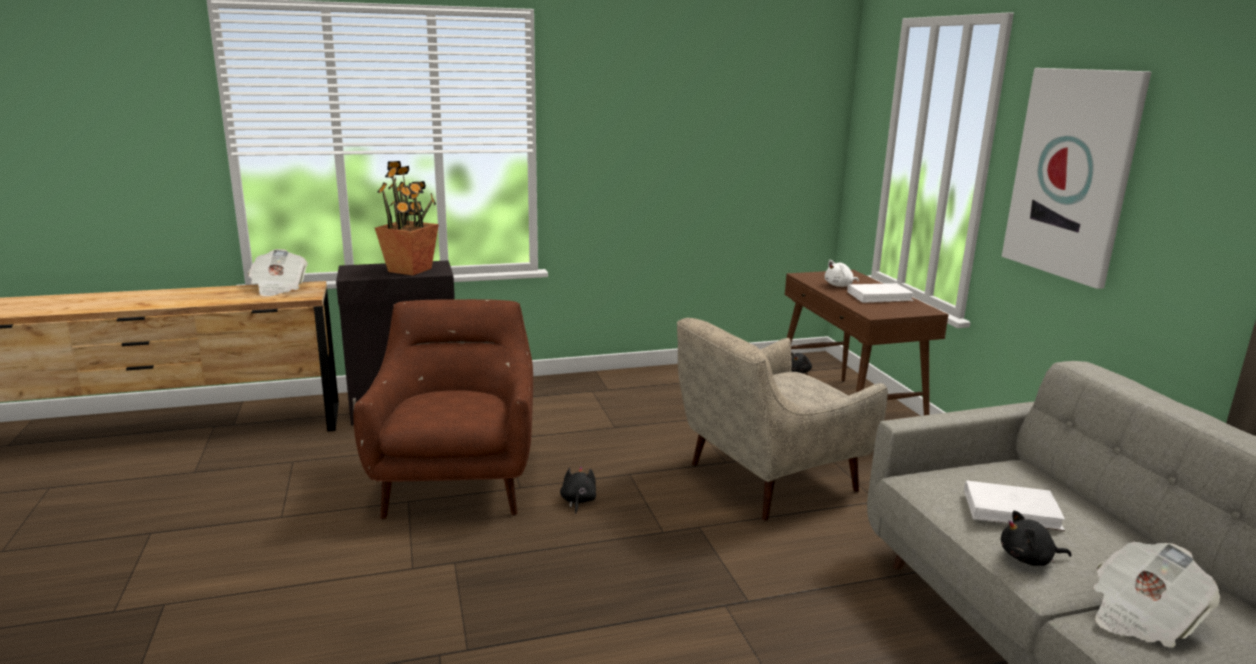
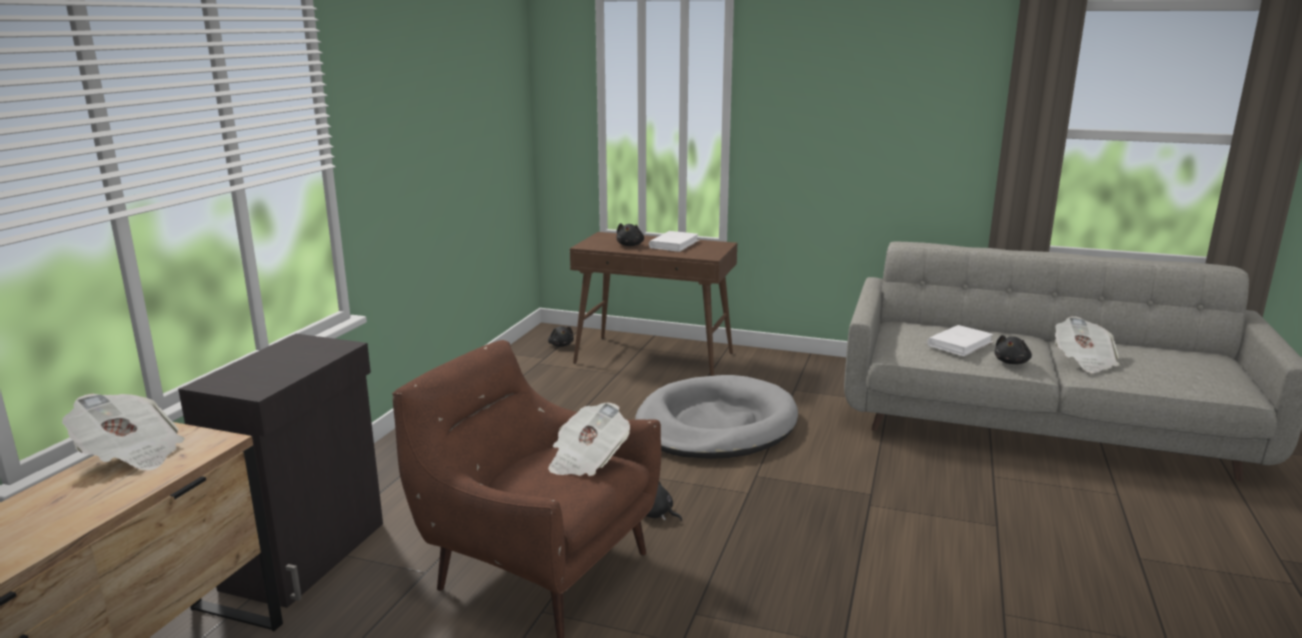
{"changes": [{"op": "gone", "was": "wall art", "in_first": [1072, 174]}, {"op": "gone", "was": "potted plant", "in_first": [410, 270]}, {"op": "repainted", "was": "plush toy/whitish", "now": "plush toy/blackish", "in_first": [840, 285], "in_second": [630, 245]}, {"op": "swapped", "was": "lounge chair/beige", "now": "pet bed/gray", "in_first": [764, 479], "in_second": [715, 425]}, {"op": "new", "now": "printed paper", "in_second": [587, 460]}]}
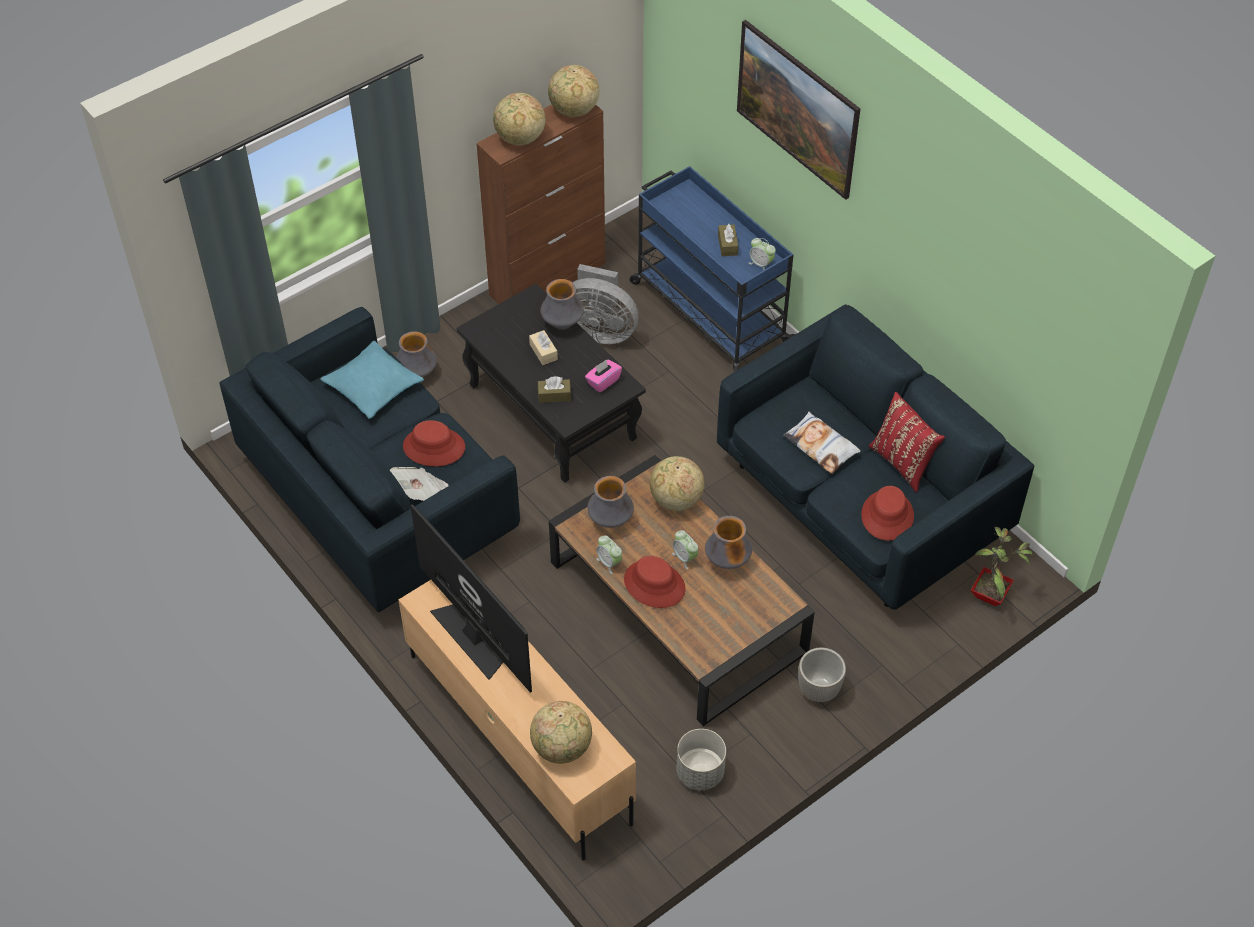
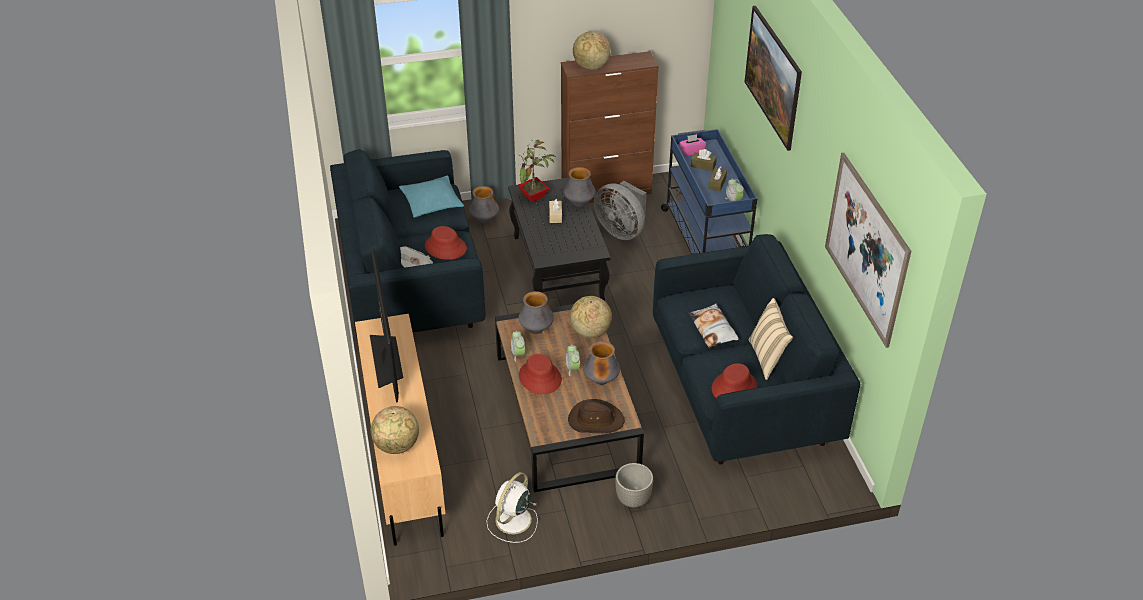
{"changes": [{"op": "gone", "was": "desk globe", "in_first": [574, 110]}, {"op": "shifted", "was": "tissue box/pinkish", "in_first": [603, 381], "in_second": [691, 151]}, {"op": "shifted", "was": "tissue box/brown-coloured", "in_first": [554, 395], "in_second": [703, 165]}, {"op": "repainted", "was": "throw pillow/reddish", "now": "throw pillow/beige", "in_first": [902, 462], "in_second": [768, 358]}, {"op": "shifted", "was": "potted plant", "in_first": [991, 596], "in_second": [534, 197]}, {"op": "swapped", "was": "planter/gray", "now": "electric fan/whitish", "in_first": [700, 772], "in_second": [512, 521]}, {"op": "new", "now": "wall art", "in_second": [866, 248]}, {"op": "new", "now": "hat/brown-coloured", "in_second": [595, 420]}]}
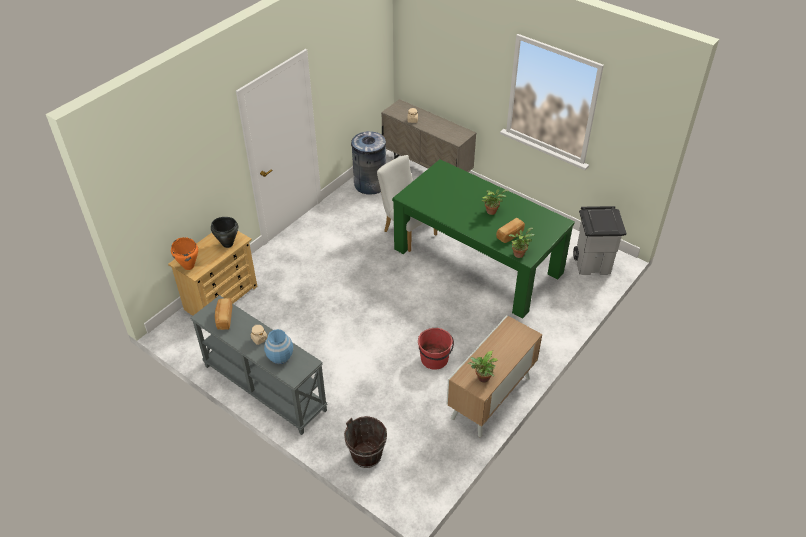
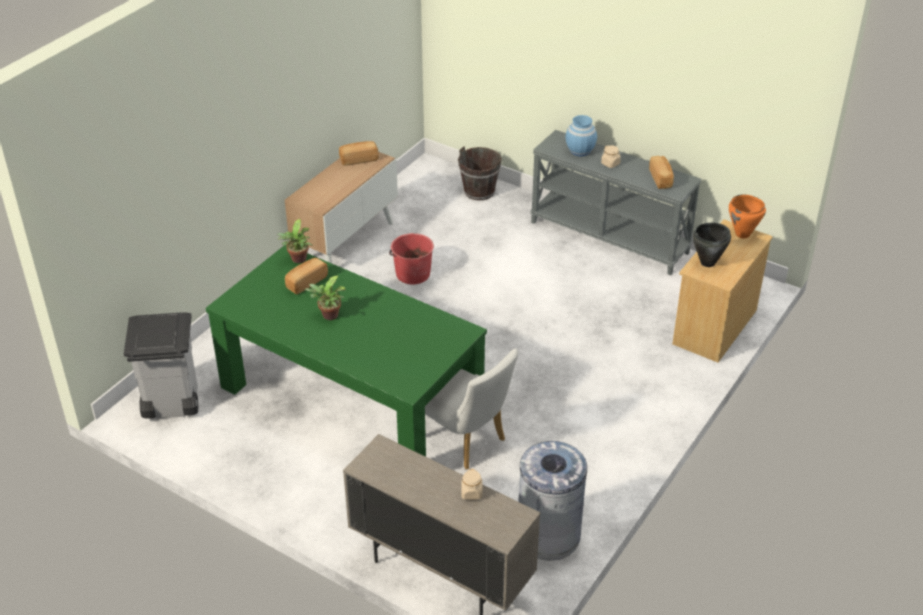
{"changes": [{"op": "swapped", "was": "potted plant", "now": "bread", "in_first": [482, 379], "in_second": [358, 159]}]}
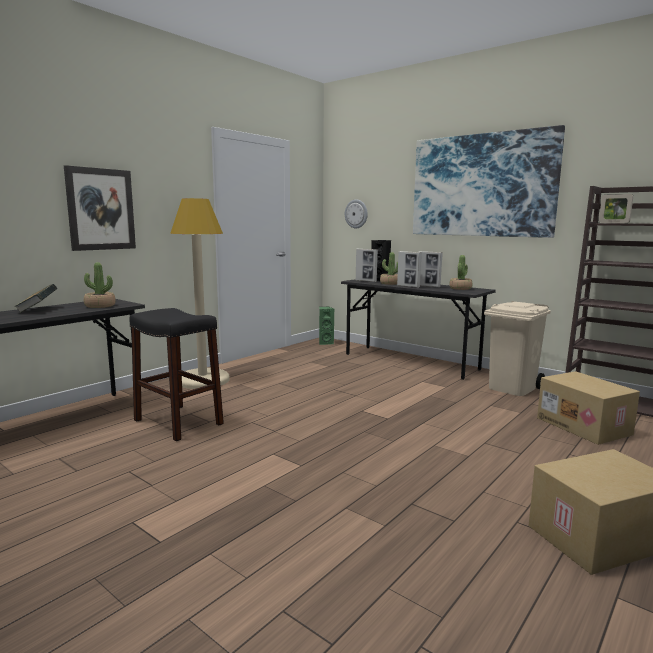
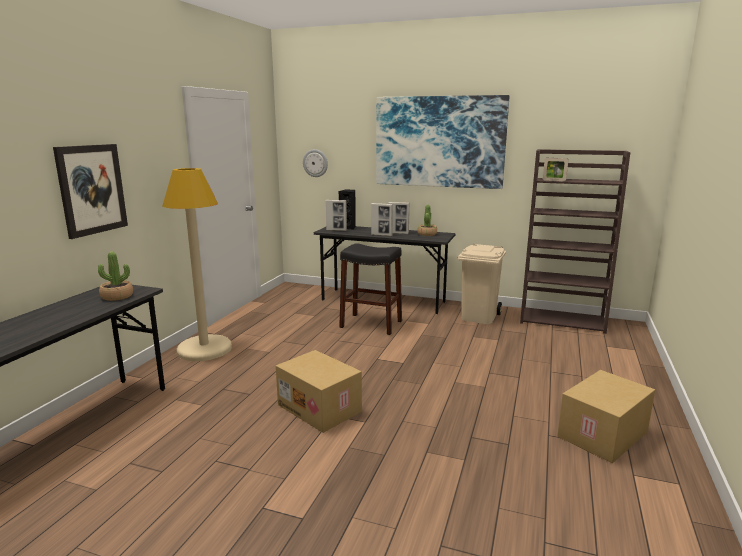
{"changes": [{"op": "gone", "was": "potted plant", "in_first": [390, 283]}, {"op": "gone", "was": "bound book", "in_first": [37, 310]}, {"op": "gone", "was": "loudspeaker/greenish", "in_first": [325, 343]}, {"op": "shifted", "was": "sitting stool/blackish", "in_first": [178, 422], "in_second": [371, 324]}, {"op": "shifted", "was": "cardboard box", "in_first": [584, 426], "in_second": [320, 408]}]}
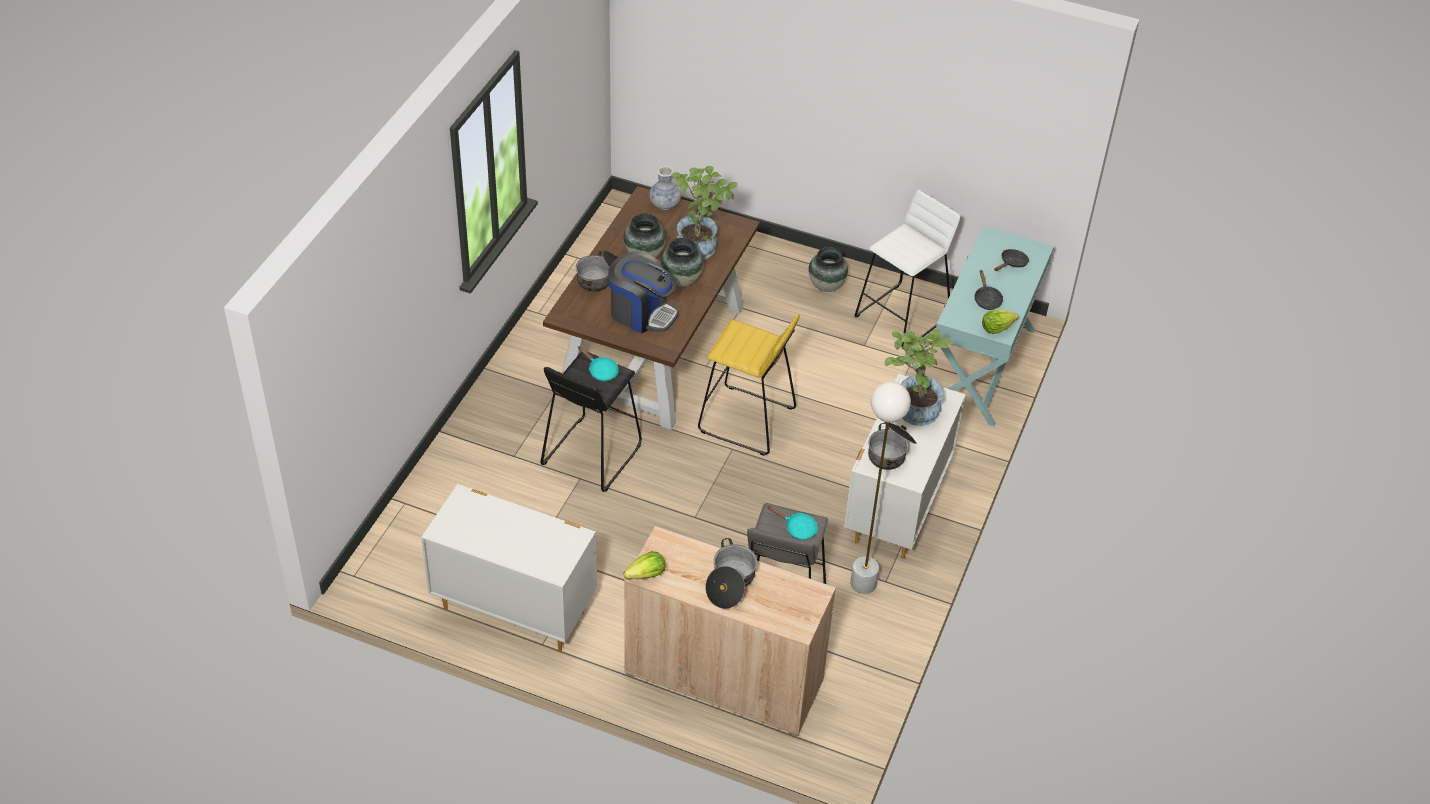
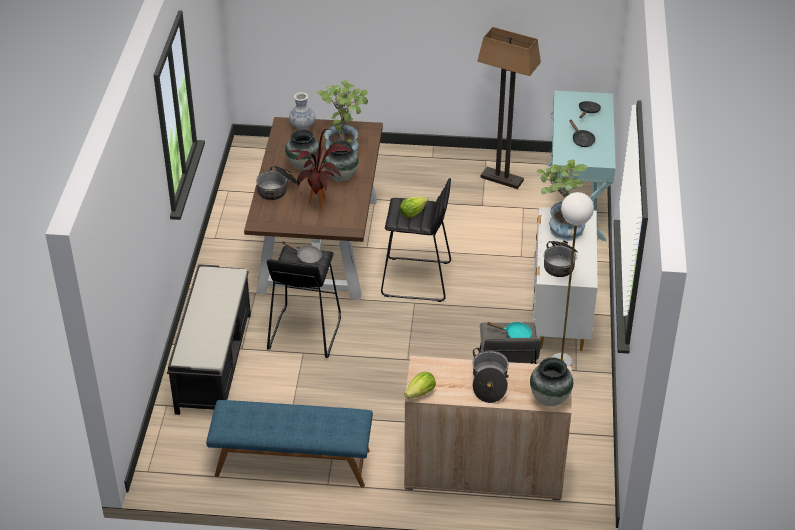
{"changes": [{"op": "swapped", "was": "sitting stool/whitish", "now": "standard lamp", "in_first": [903, 317], "in_second": [502, 179]}, {"op": "shifted", "was": "decorative vase", "in_first": [826, 286], "in_second": [549, 398]}, {"op": "swapped", "was": "coffee machine", "now": "potted plant", "in_first": [642, 313], "in_second": [321, 207]}, {"op": "shifted", "was": "head of lettuce", "in_first": [996, 328], "in_second": [412, 213]}, {"op": "repainted", "was": "sitting stool/yellow", "now": "sitting stool/blackish", "in_first": [747, 421], "in_second": [417, 280]}, {"op": "repainted", "was": "skillet/turquoise", "now": "skillet/gray", "in_first": [601, 371], "in_second": [306, 257]}, {"op": "swapped", "was": "chest of drawers/whitish", "now": "indoor bench/blue", "in_first": [513, 609], "in_second": [292, 463]}, {"op": "new", "now": "indoor bench/blackish", "in_second": [214, 361]}]}
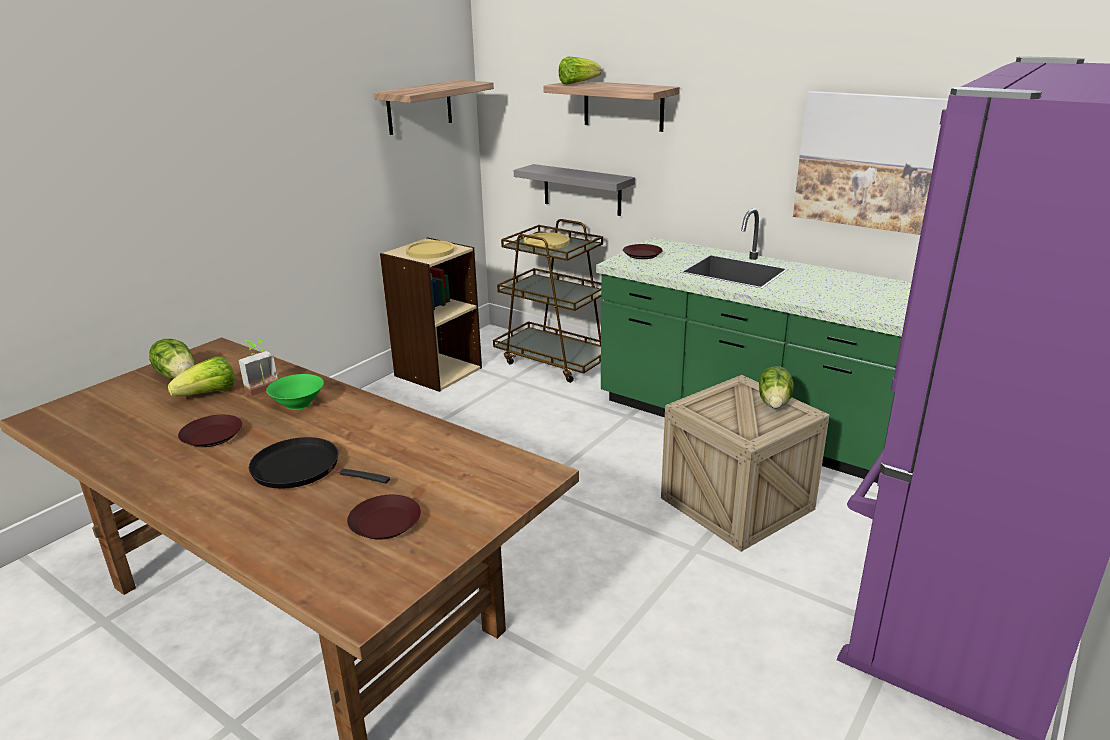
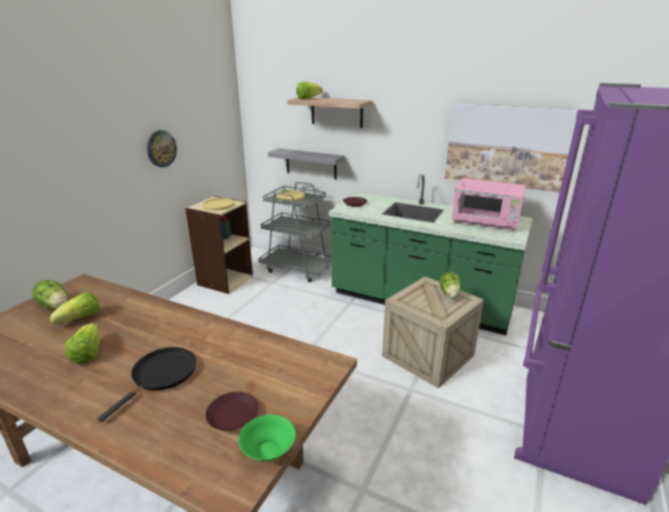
{"changes": [{"op": "gone", "was": "bracket shelf", "in_first": [419, 107]}, {"op": "repainted", "was": "trolley/brown-coloured", "now": "trolley/gray", "in_first": [555, 361], "in_second": [297, 268]}, {"op": "gone", "was": "potted plant", "in_first": [265, 391]}, {"op": "shifted", "was": "deep dish/greenish", "in_first": [298, 404], "in_second": [268, 451]}, {"op": "swapped", "was": "dinner plate/brown-coloured", "now": "head of lettuce", "in_first": [211, 436], "in_second": [88, 353]}, {"op": "rotated", "was": "skillet/blackish", "in_first": [302, 469], "in_second": [162, 375], "clockwise": 105}, {"op": "new", "now": "clock on the wall", "in_second": [161, 148]}, {"op": "new", "now": "kitchen microwave/pinkish", "in_second": [486, 222]}]}
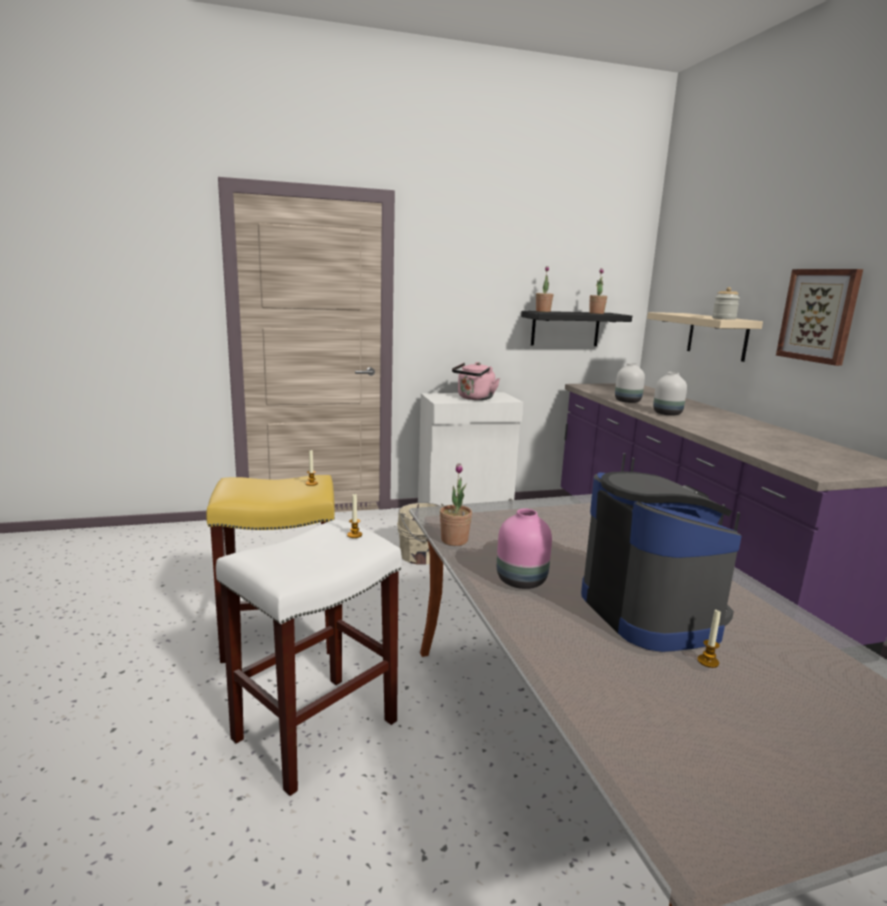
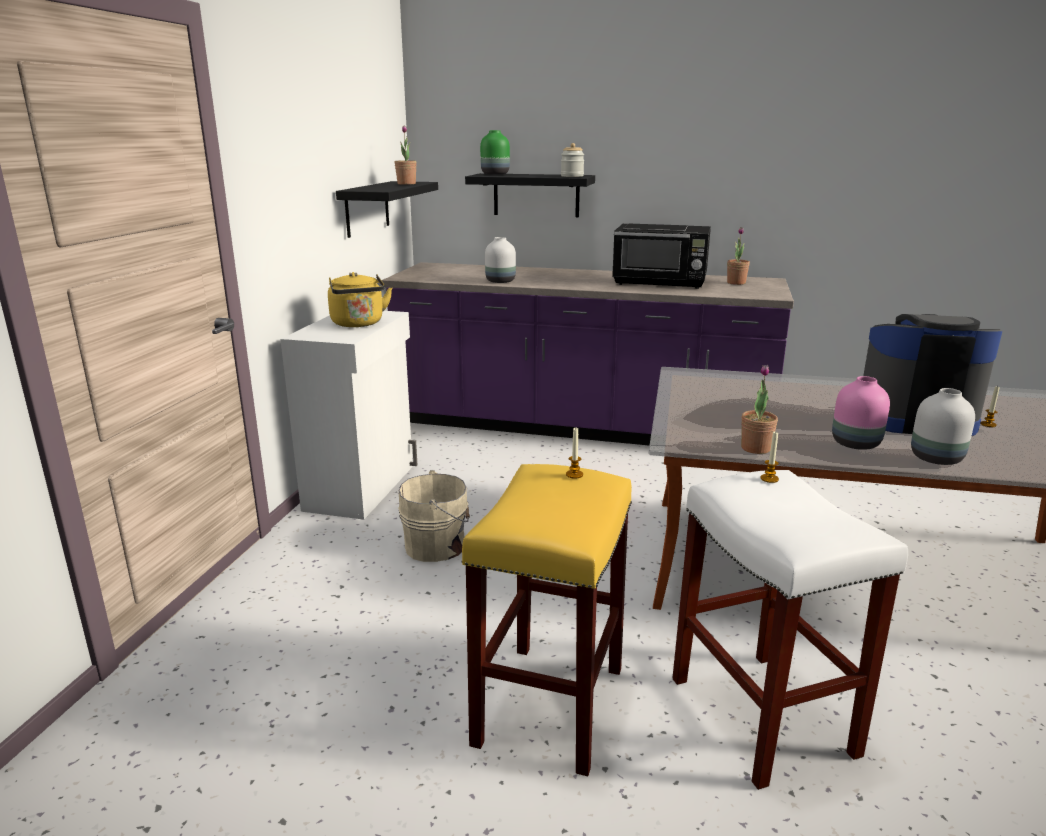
{"changes": [{"op": "shifted", "was": "potted plant", "in_first": [543, 311], "in_second": [736, 283]}, {"op": "gone", "was": "wall art", "in_first": [819, 315]}, {"op": "repainted", "was": "bracket shelf/beige", "now": "bracket shelf/blackish", "in_first": [717, 336], "in_second": [536, 195]}, {"op": "repainted", "was": "water kettle/pinkish", "now": "water kettle/yellow", "in_first": [474, 398], "in_second": [358, 324]}, {"op": "shifted", "was": "decorative vase/whitish", "in_first": [667, 413], "in_second": [935, 458]}, {"op": "new", "now": "decorative vase/greenish", "in_second": [494, 174]}, {"op": "new", "now": "kitchen microwave/blackish", "in_second": [661, 283]}]}
